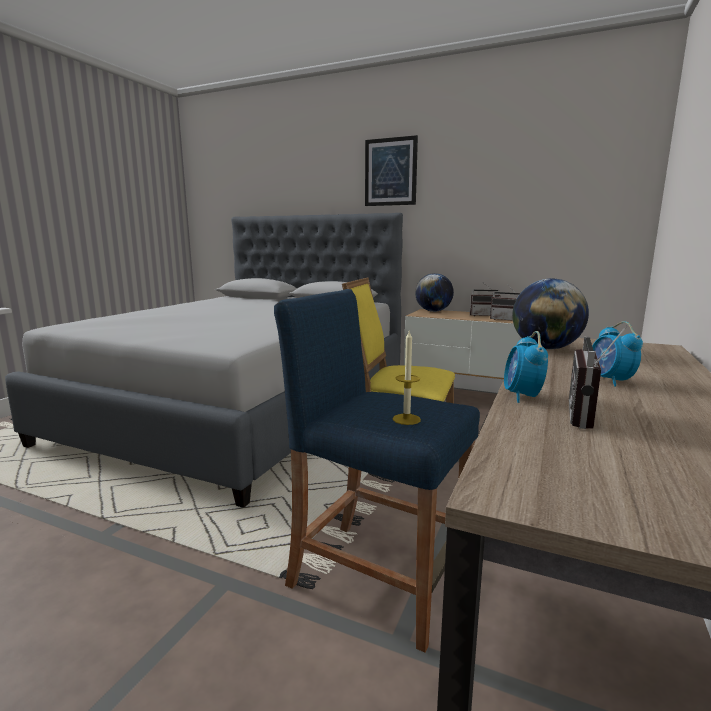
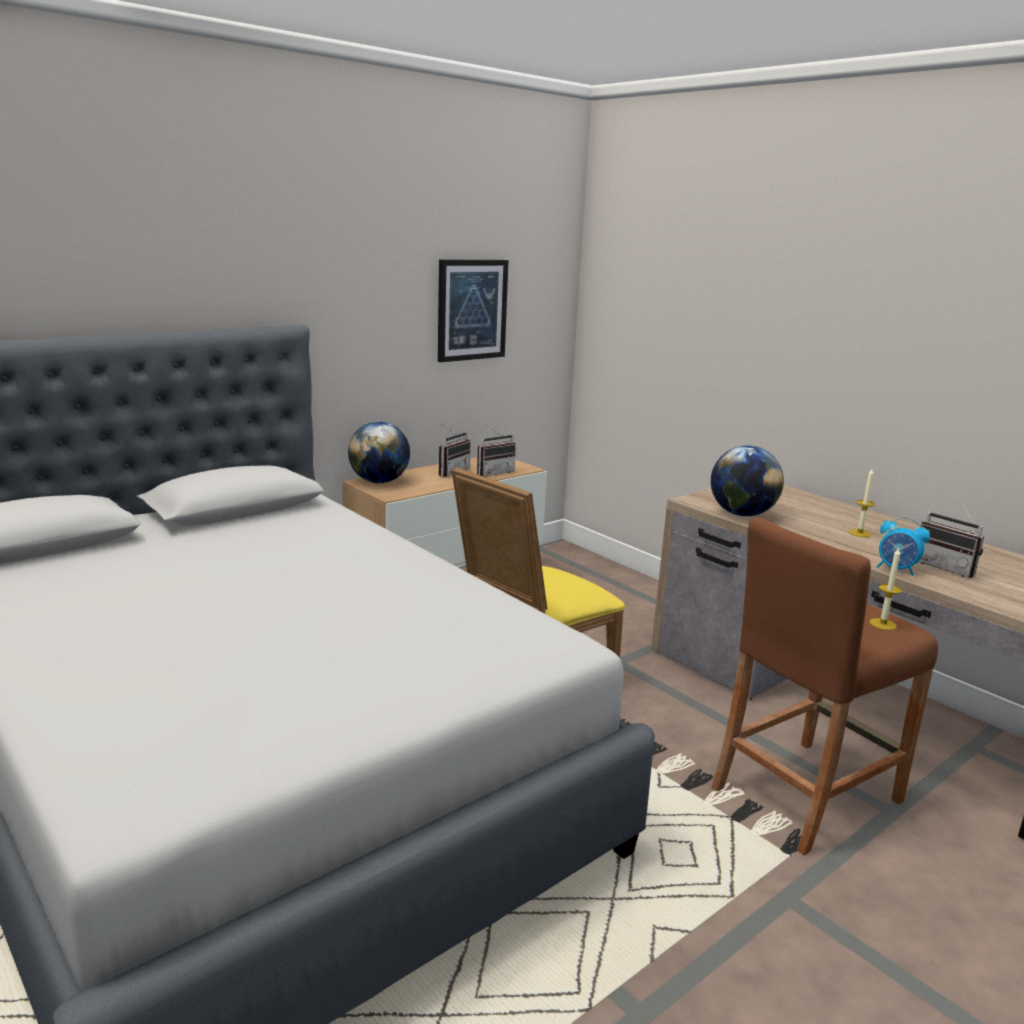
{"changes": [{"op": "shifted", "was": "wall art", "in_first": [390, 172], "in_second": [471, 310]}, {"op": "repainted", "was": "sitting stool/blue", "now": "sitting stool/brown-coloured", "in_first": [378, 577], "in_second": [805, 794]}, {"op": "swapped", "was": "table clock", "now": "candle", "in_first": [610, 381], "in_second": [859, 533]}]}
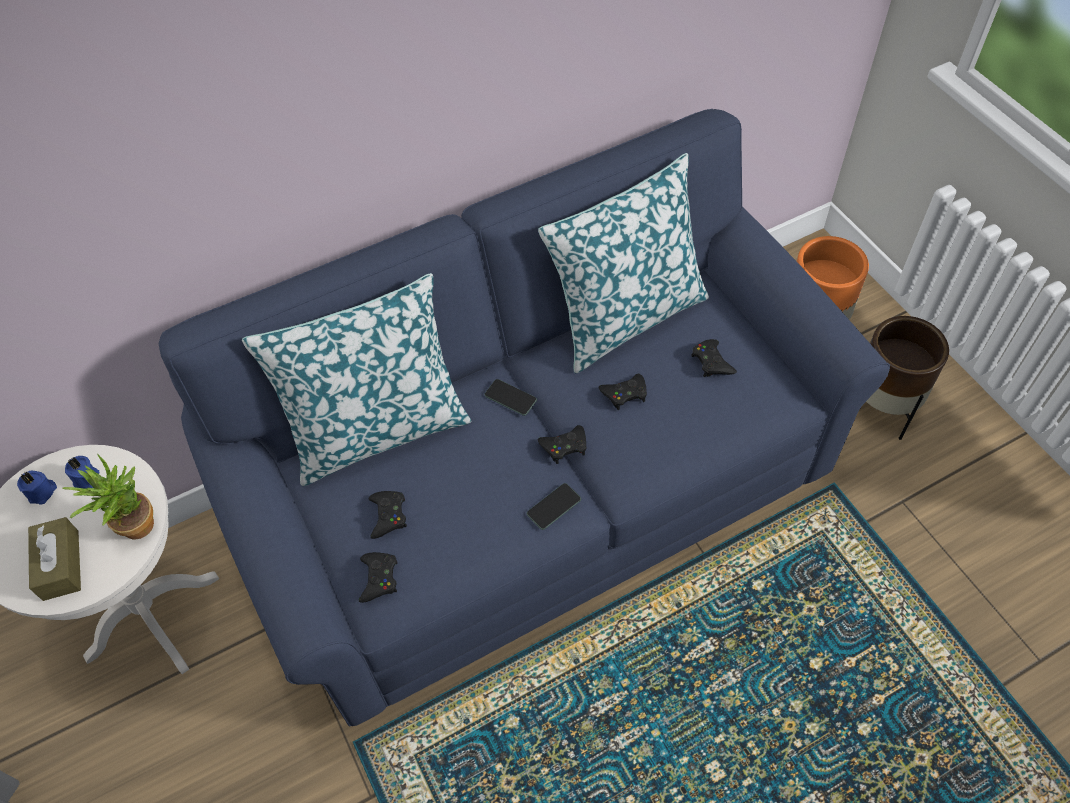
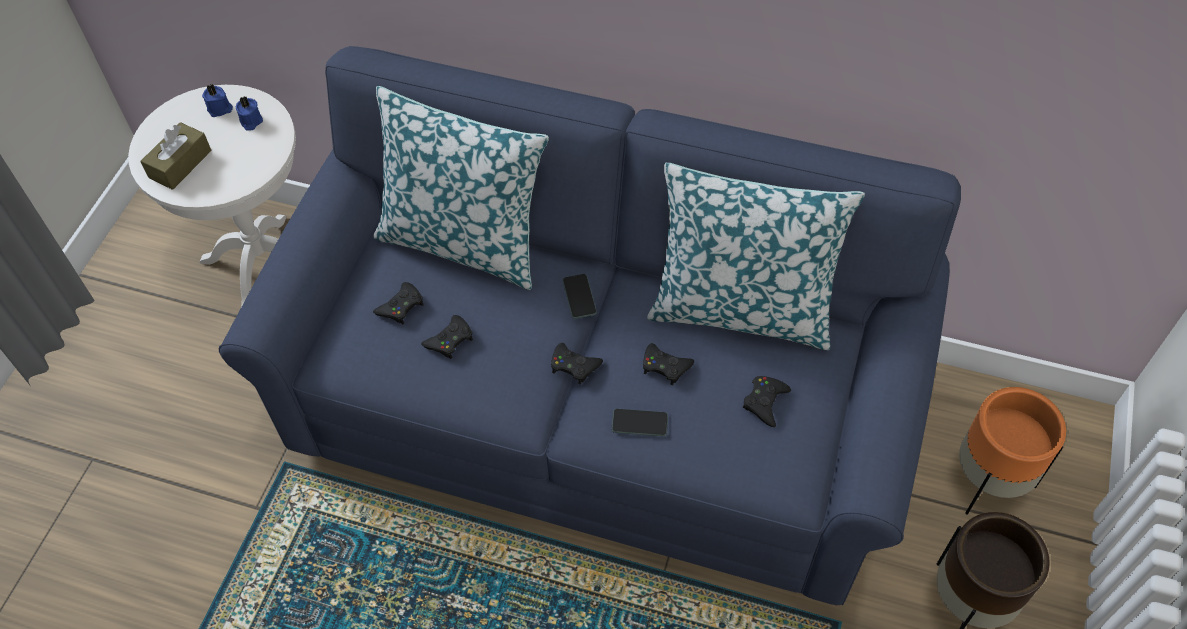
{"changes": [{"op": "gone", "was": "potted plant", "in_first": [131, 525]}, {"op": "shifted", "was": "handset", "in_first": [554, 506], "in_second": [639, 423]}, {"op": "shifted", "was": "game controller/blackish", "in_first": [379, 578], "in_second": [450, 340]}]}
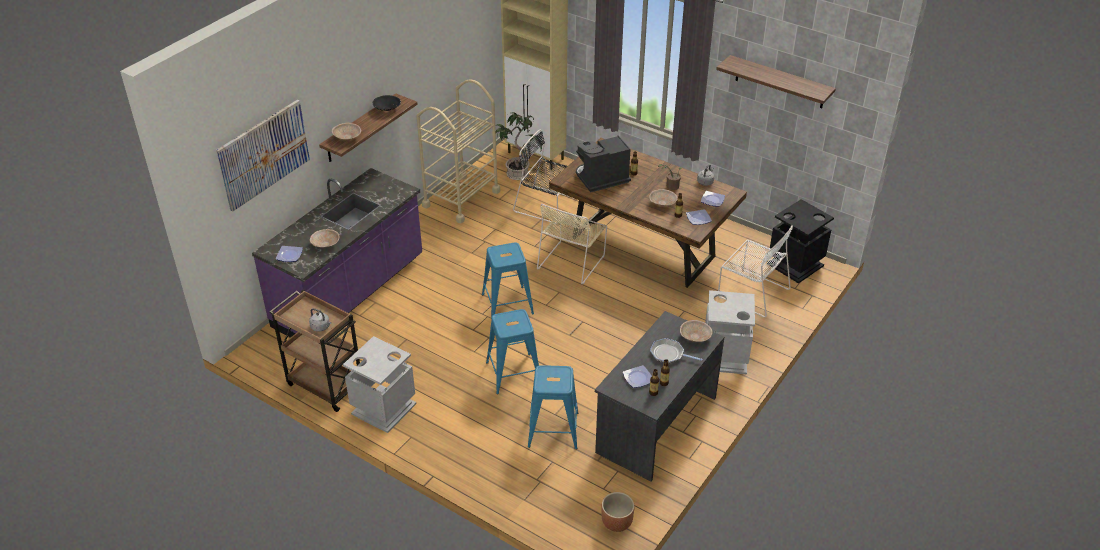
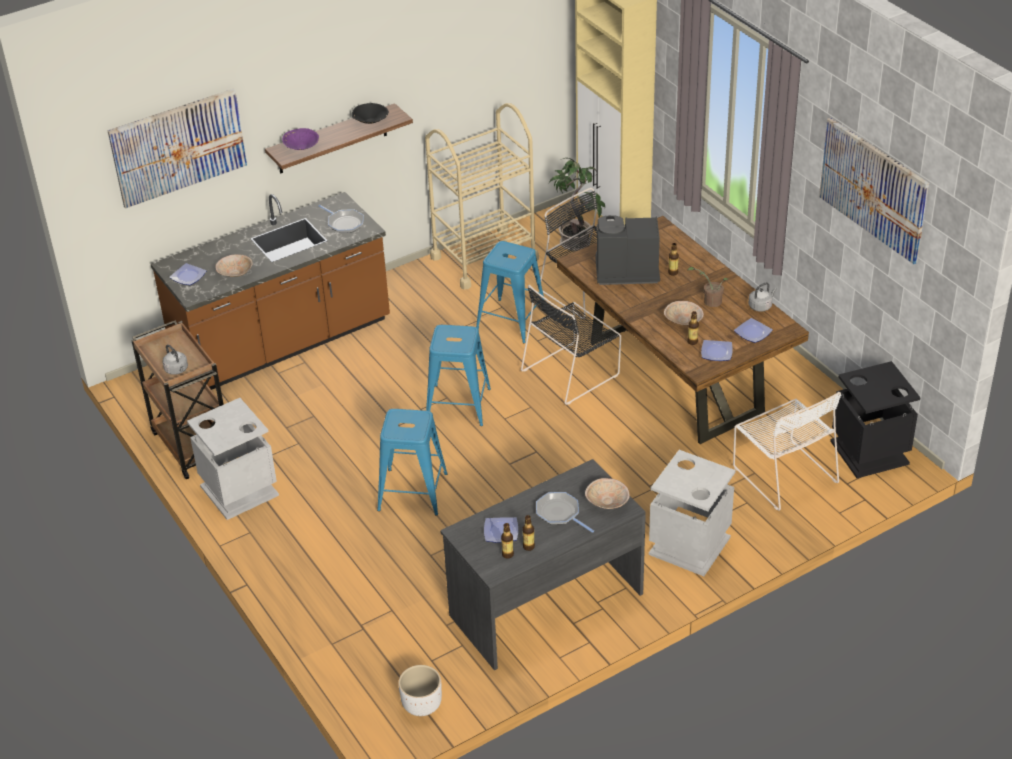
{"changes": [{"op": "swapped", "was": "bracket shelf", "now": "wall art", "in_first": [779, 82], "in_second": [873, 189]}, {"op": "repainted", "was": "deep dish/beige", "now": "deep dish/purple-coloured", "in_first": [347, 138], "in_second": [301, 147]}, {"op": "repainted", "was": "kitchen base unit/purple-coloured", "now": "kitchen base unit/brown-coloured", "in_first": [350, 293], "in_second": [283, 343]}, {"op": "repainted", "was": "chair/beige", "now": "chair/blackish", "in_first": [572, 261], "in_second": [572, 371]}, {"op": "shifted", "was": "sitting stool/blue", "in_first": [553, 430], "in_second": [511, 321]}, {"op": "repainted", "was": "planter/brown-coloured", "now": "planter/whitish", "in_first": [616, 523], "in_second": [421, 705]}, {"op": "new", "now": "skillet", "in_second": [344, 223]}]}
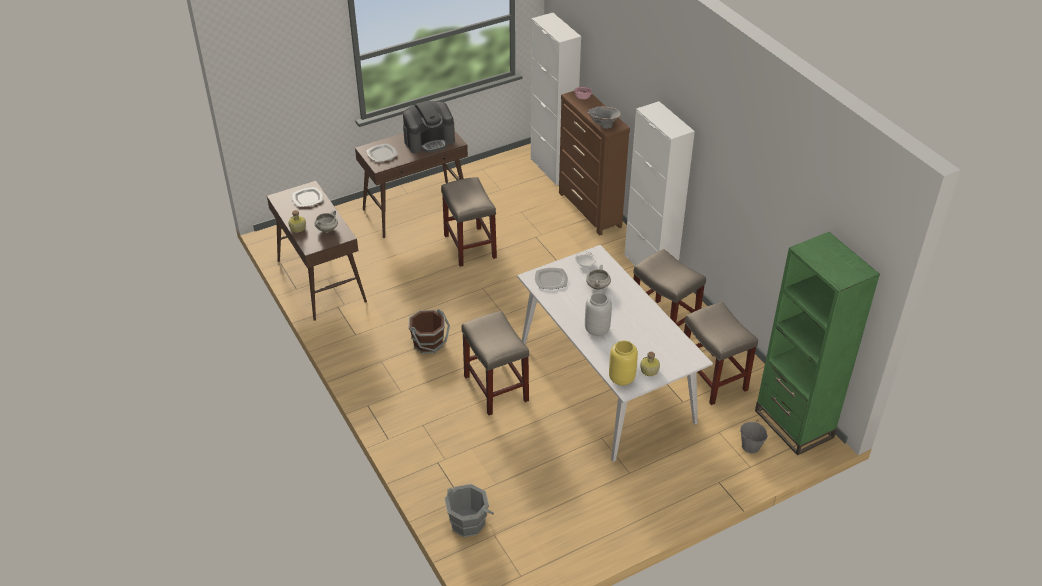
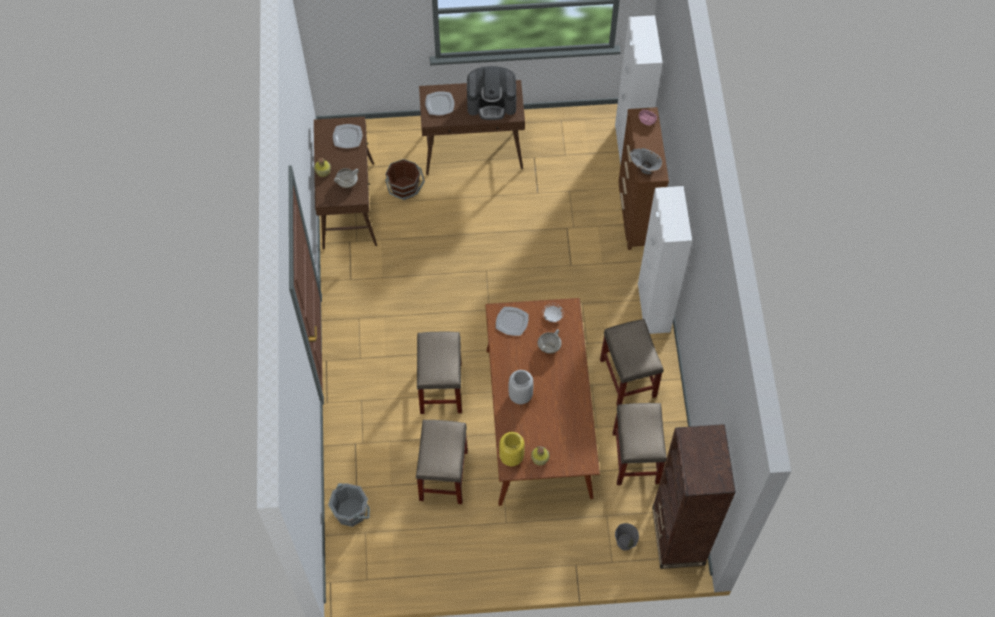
{"changes": [{"op": "shifted", "was": "sitting stool/beige", "in_first": [469, 246], "in_second": [443, 474]}, {"op": "repainted", "was": "bookcase/greenish", "now": "bookcase/brown-coloured", "in_first": [793, 424], "in_second": [678, 536]}, {"op": "repainted", "was": "dinner table/whitish", "now": "dinner table/brown-coloured", "in_first": [605, 382], "in_second": [538, 421]}, {"op": "shifted", "was": "water bucket/brown-coloured", "in_first": [429, 343], "in_second": [404, 188]}]}
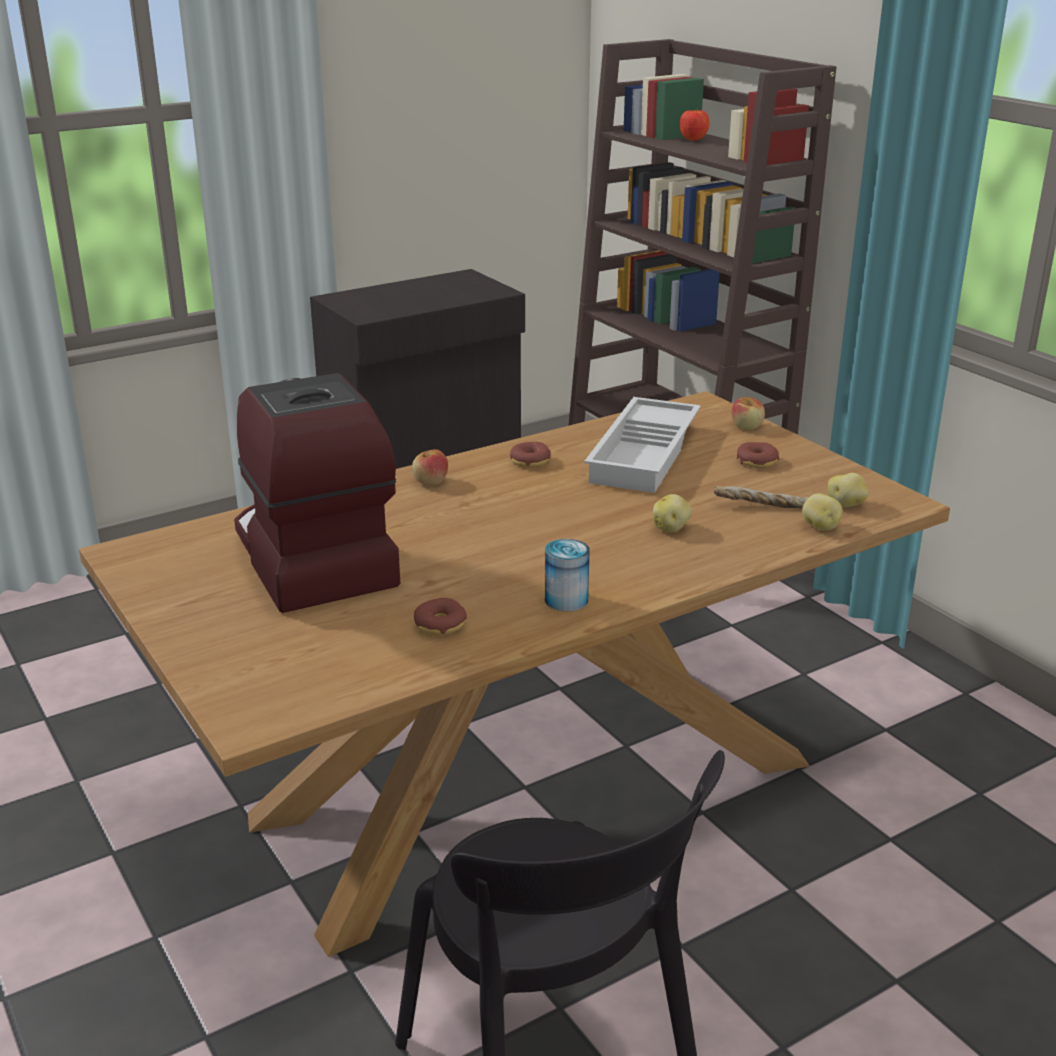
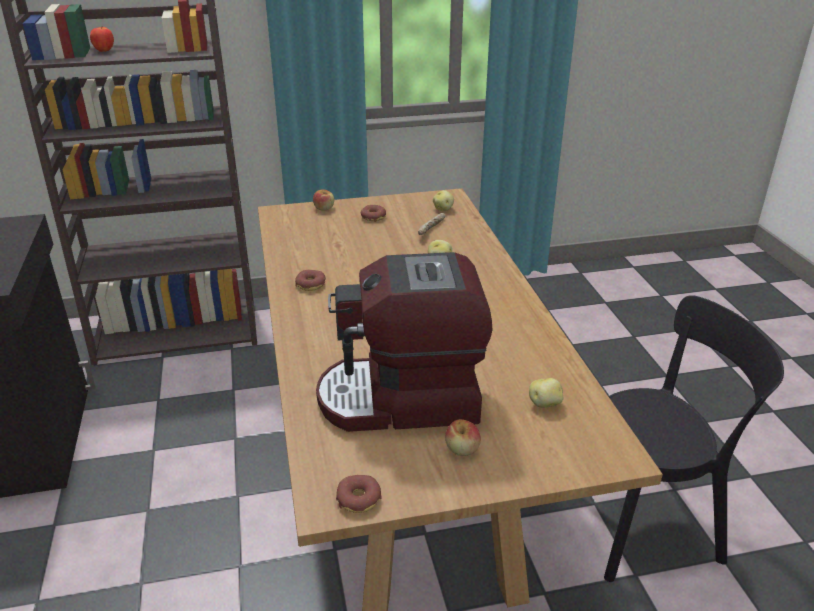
{"changes": [{"op": "gone", "was": "carrying tray/whitish", "in_first": [646, 455]}, {"op": "shifted", "was": "apple fruit", "in_first": [430, 482], "in_second": [462, 449]}, {"op": "shifted", "was": "spud", "in_first": [820, 527], "in_second": [545, 404]}, {"op": "gone", "was": "can", "in_first": [566, 600]}, {"op": "shifted", "was": "donut", "in_first": [440, 625], "in_second": [359, 499]}]}
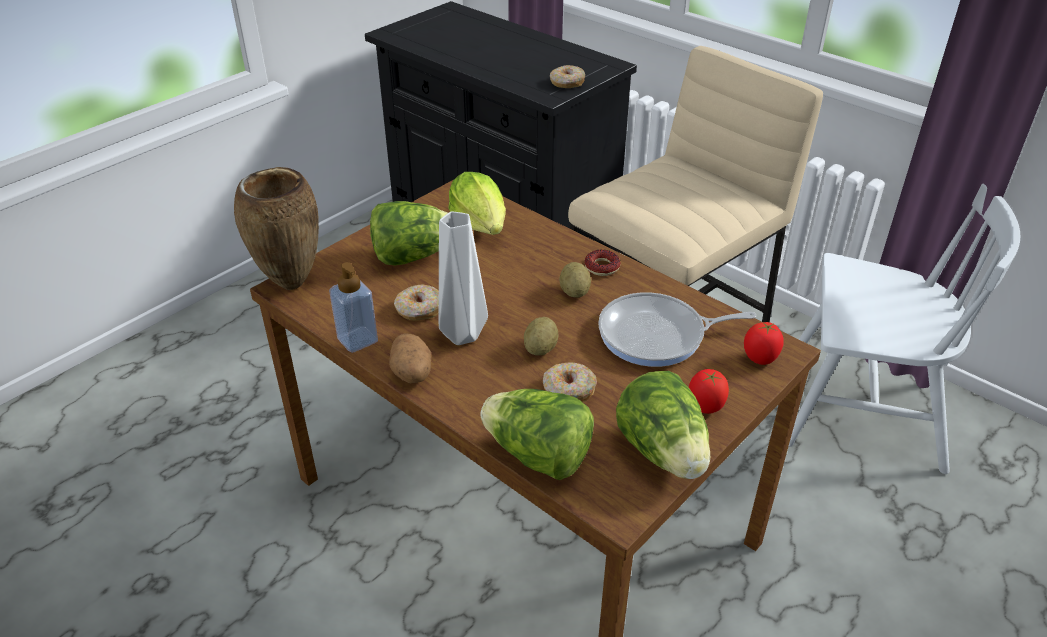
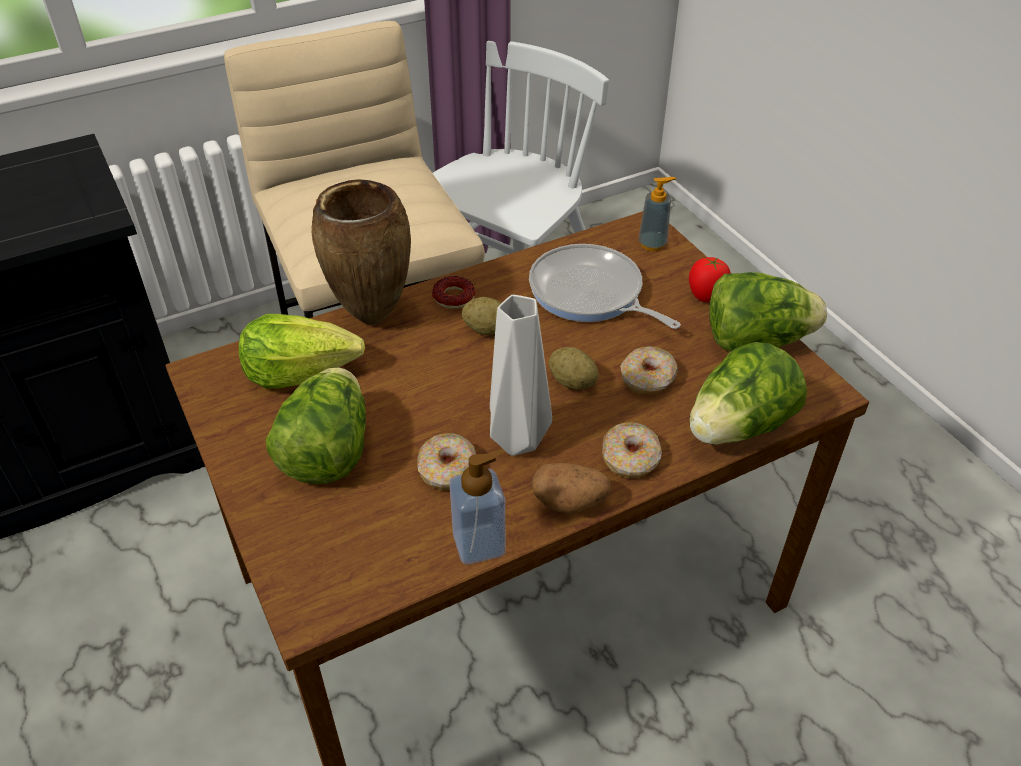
{"changes": [{"op": "shifted", "was": "donut", "in_first": [567, 83], "in_second": [630, 458]}, {"op": "shifted", "was": "decorative vase/brown-coloured", "in_first": [290, 284], "in_second": [371, 319]}, {"op": "rotated", "was": "skillet", "in_first": [657, 336], "in_second": [590, 294], "clockwise": 120}, {"op": "swapped", "was": "fresh tomato", "now": "liquid soap bottle", "in_first": [760, 359], "in_second": [652, 244]}]}
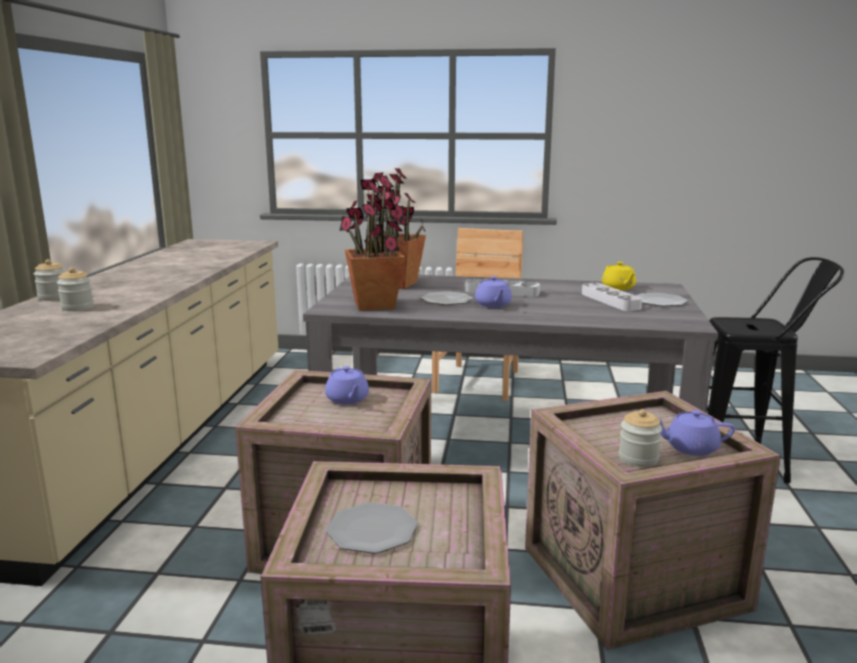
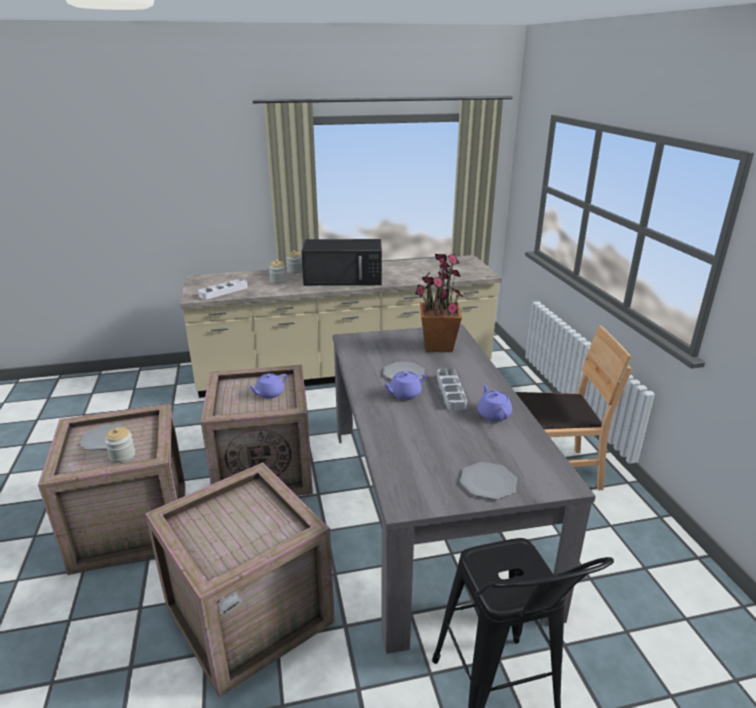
{"changes": [{"op": "gone", "was": "potted plant", "in_first": [374, 305]}, {"op": "gone", "was": "tea pot/yellow", "in_first": [618, 288]}, {"op": "shifted", "was": "carrying tray/whitish", "in_first": [610, 301], "in_second": [223, 292]}, {"op": "shifted", "was": "storage jar", "in_first": [638, 459], "in_second": [122, 456]}, {"op": "shifted", "was": "tea pot/purple-coloured", "in_first": [690, 448], "in_second": [493, 414]}, {"op": "new", "now": "kitchen microwave/blackish", "in_second": [344, 278]}]}
